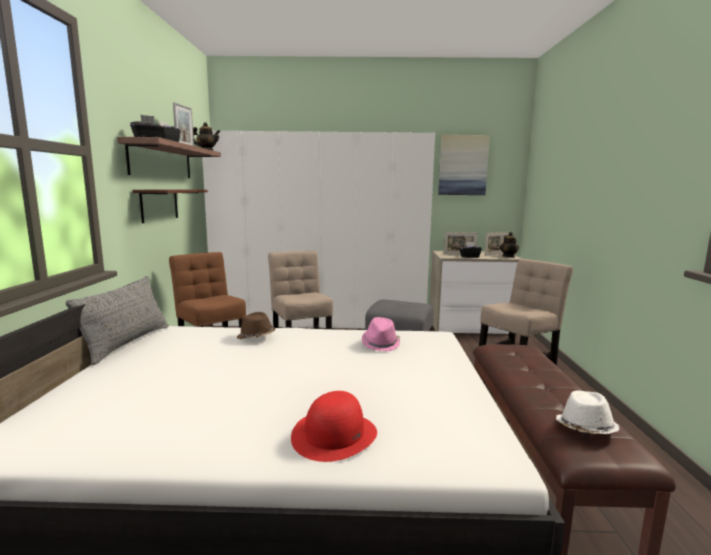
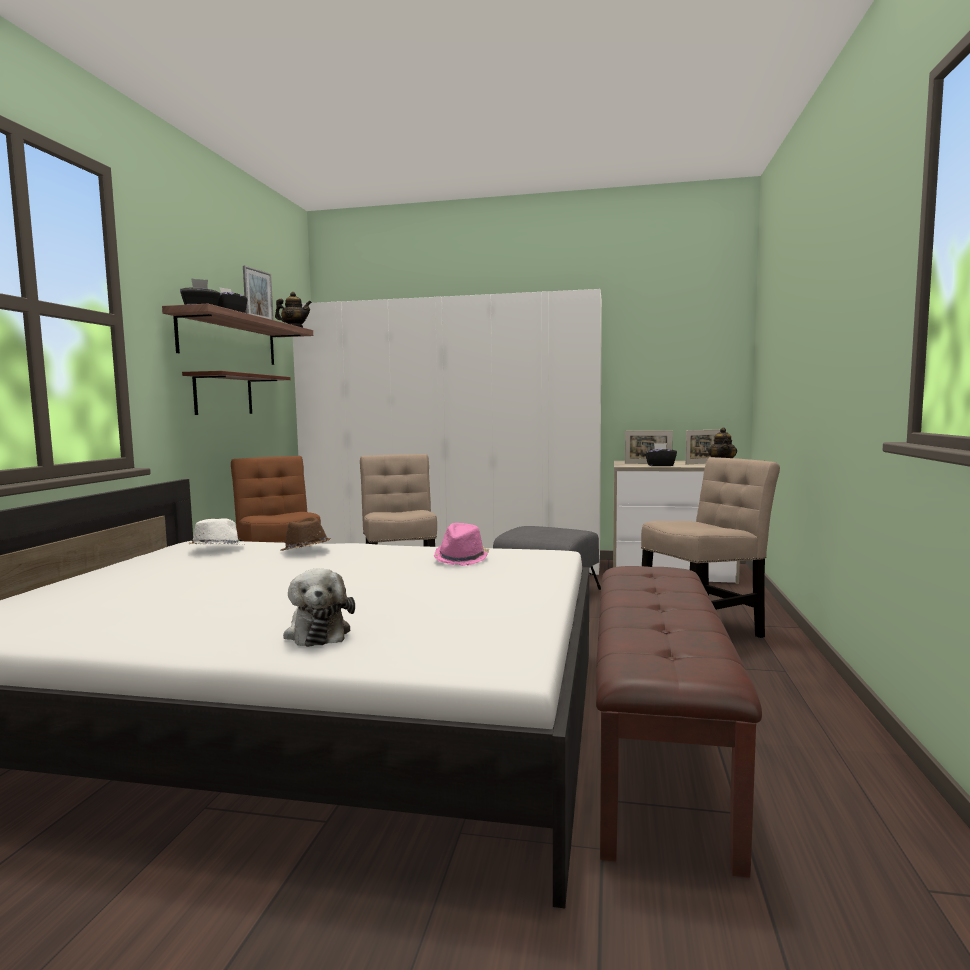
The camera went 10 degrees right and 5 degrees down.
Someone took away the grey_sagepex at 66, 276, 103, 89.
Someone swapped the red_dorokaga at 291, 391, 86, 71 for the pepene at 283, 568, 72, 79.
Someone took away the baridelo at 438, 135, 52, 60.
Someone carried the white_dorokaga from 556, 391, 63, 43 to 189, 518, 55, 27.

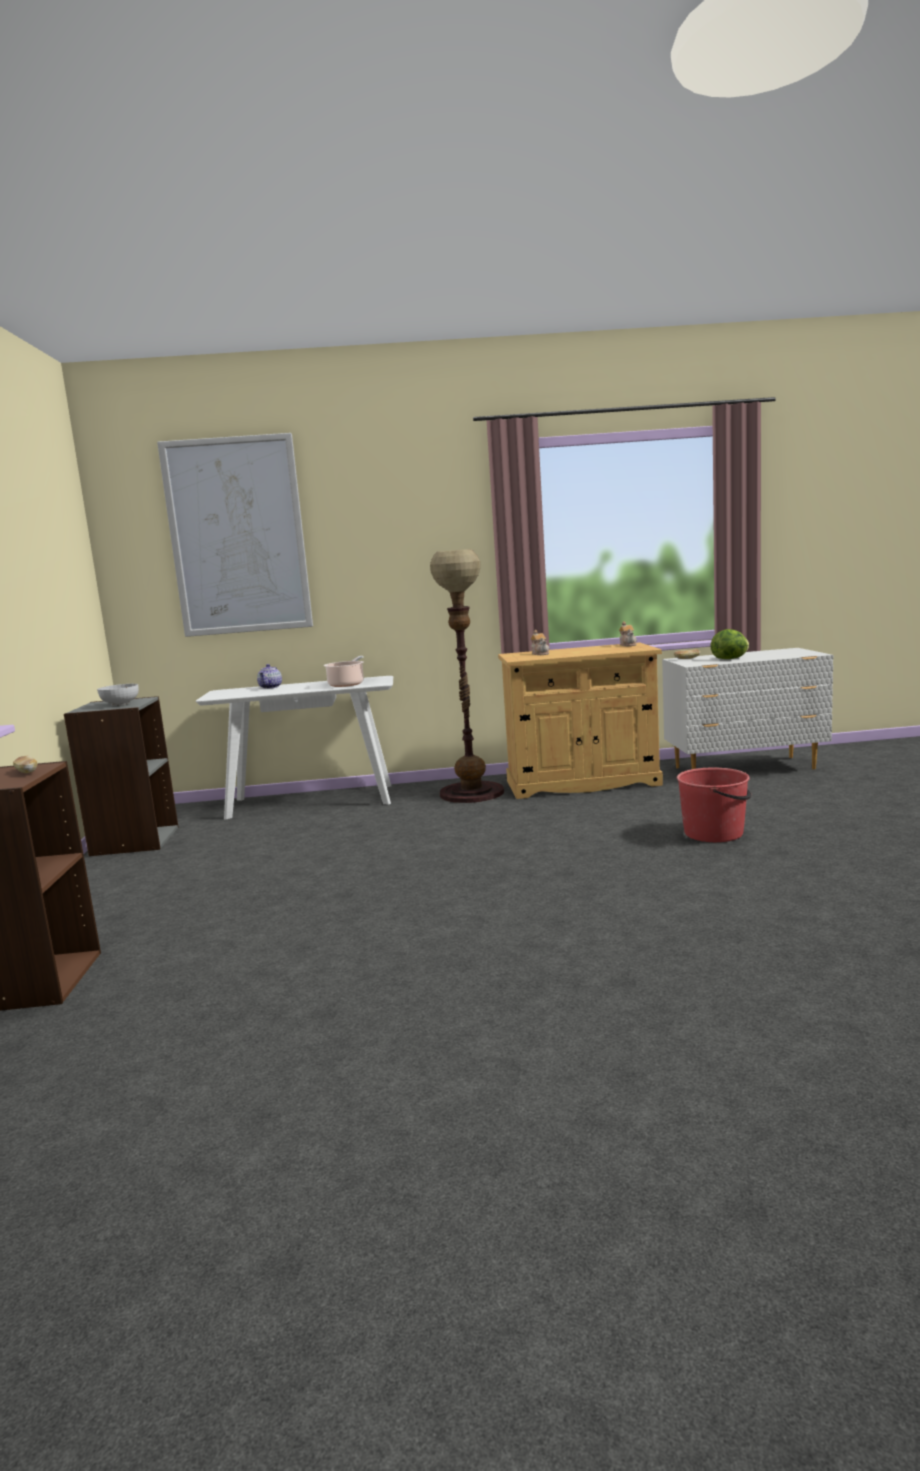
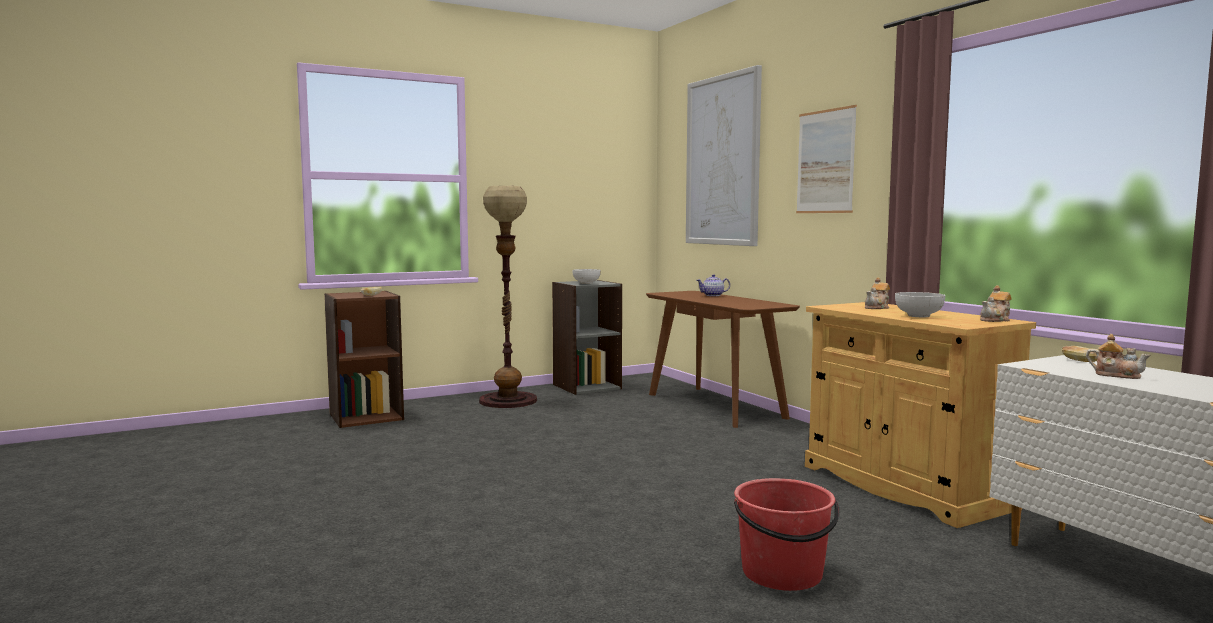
The camera went 65 degrees right and 5 degrees down.
Someone repainted the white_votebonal at 196, 676, 197, 143, which became the brown_votebonal at 646, 291, 154, 137.
Someone took away the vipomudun at 324, 656, 40, 31.
Someone carried the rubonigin from 430, 549, 74, 254 to 479, 186, 58, 222.
Someone swapped the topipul at 710, 629, 39, 30 for the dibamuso at 1086, 334, 64, 45.
Someone put up the baridelo at 796, 105, 61, 108.
Someone put down the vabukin at 895, 292, 50, 25.

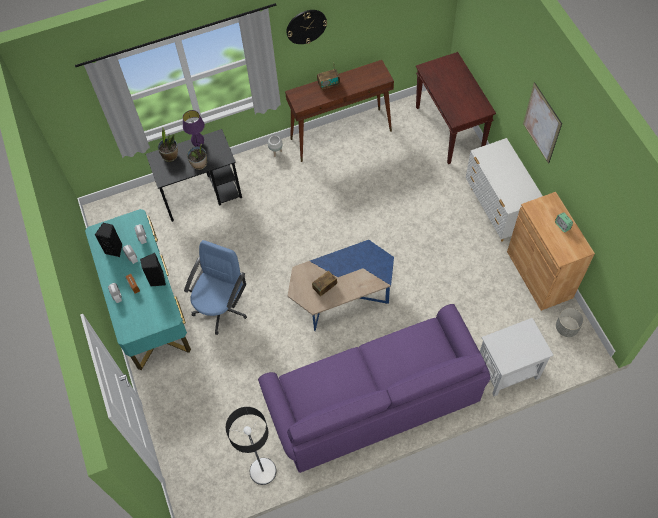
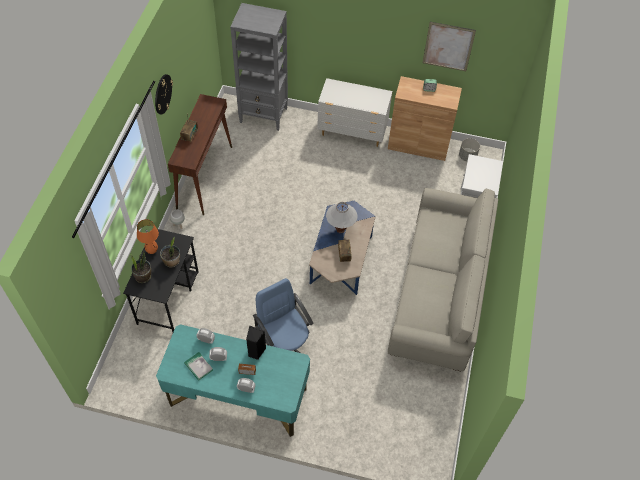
The camera went 60 degrees left and 5 degrees down.
Someone swapped the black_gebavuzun at 95, 223, 28, 34 for the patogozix at 184, 352, 29, 29.
Someone repainted the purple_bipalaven at 183, 110, 22, 37, which became the orange_bipalaven at 137, 219, 22, 35.
Someone took away the rubonigin at 226, 407, 51, 78.
Someone repainted the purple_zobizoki at 258, 304, 232, 169, which became the beige_zobizoki at 388, 188, 110, 184.
Someone swapped the brown_votebonal at 416, 52, 80, 112 for the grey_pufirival at 230, 3, 58, 128.
Someone carried the baridelo from 523, 82, 39, 82 to 423, 22, 53, 49.
Someone put down the white_bipalaven at 326, 202, 31, 31.

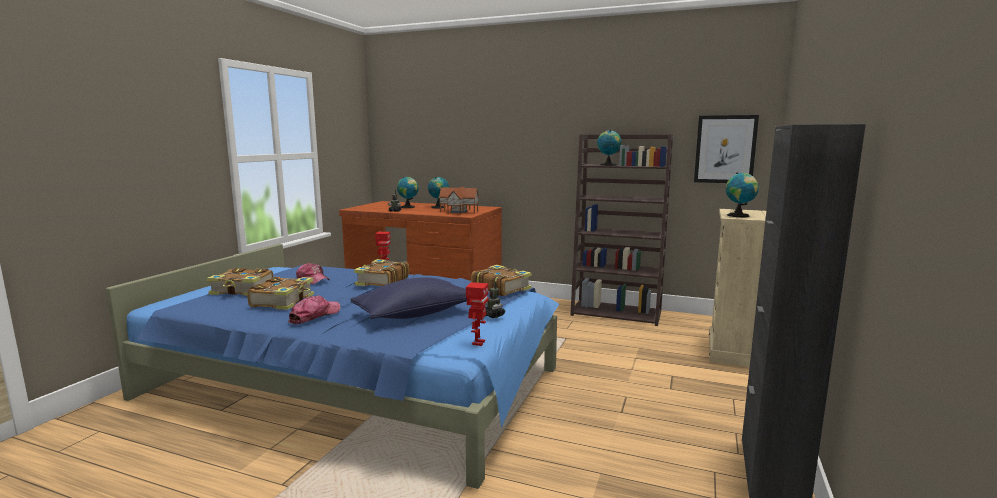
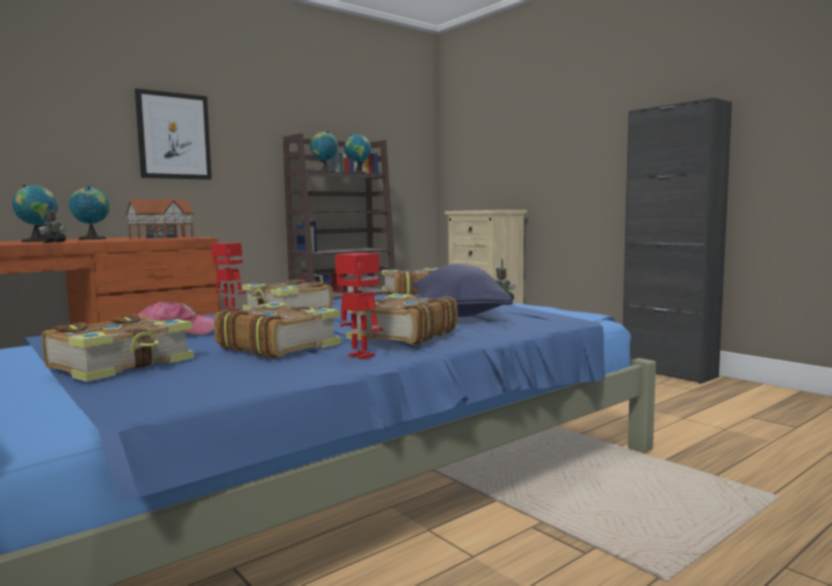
The camera went 60 degrees left and 5 degrees down.
Someone swapped the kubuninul at 288, 296, 53, 28 for the patogozix at 346, 294, 111, 51.
Someone carried the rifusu from 466, 282, 22, 64 to 335, 253, 48, 106.
Someone carried the baridelo from 694, 115, 65, 68 to 135, 88, 77, 92.
Someone carried the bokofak from 726, 172, 33, 45 to 344, 134, 27, 39.

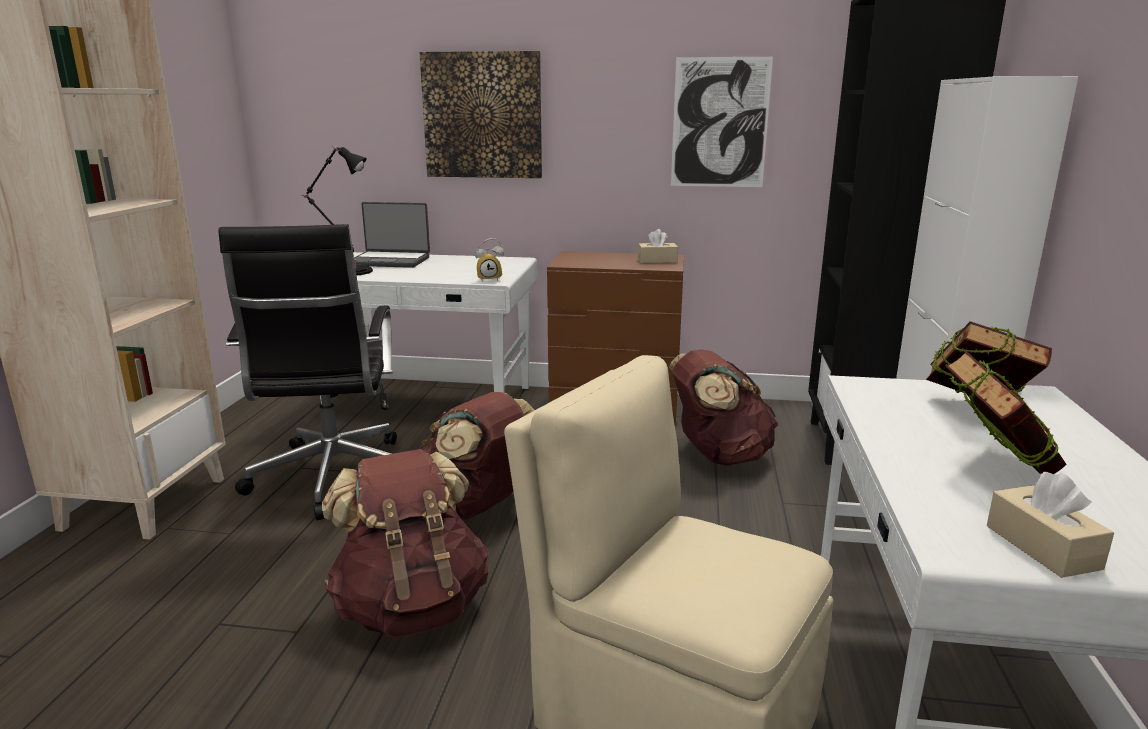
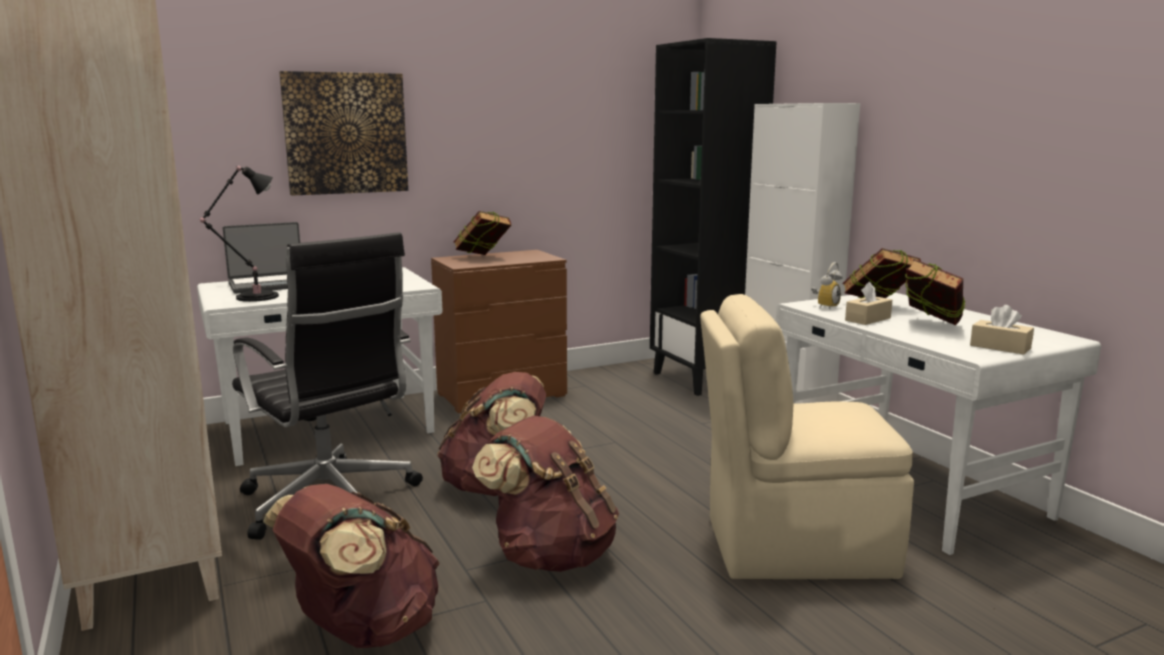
The camera went 35 degrees left and 5 degrees down.
Someone carried the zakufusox from 475, 238, 29, 44 to 811, 262, 32, 47.
Someone carried the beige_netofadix from 638, 229, 40, 34 to 845, 282, 47, 43.
Someone carried the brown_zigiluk from 669, 349, 109, 117 to 263, 484, 177, 164.
Someone took away the baridelo at 671, 57, 102, 130.
Someone put down the patogozix at 454, 211, 57, 44.

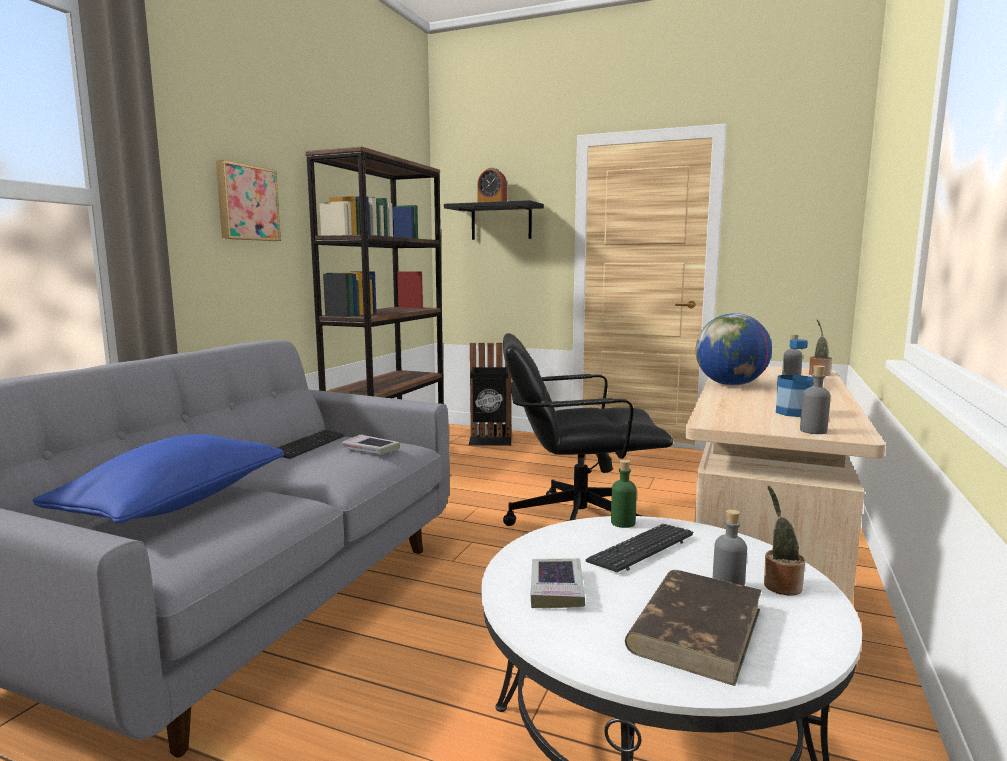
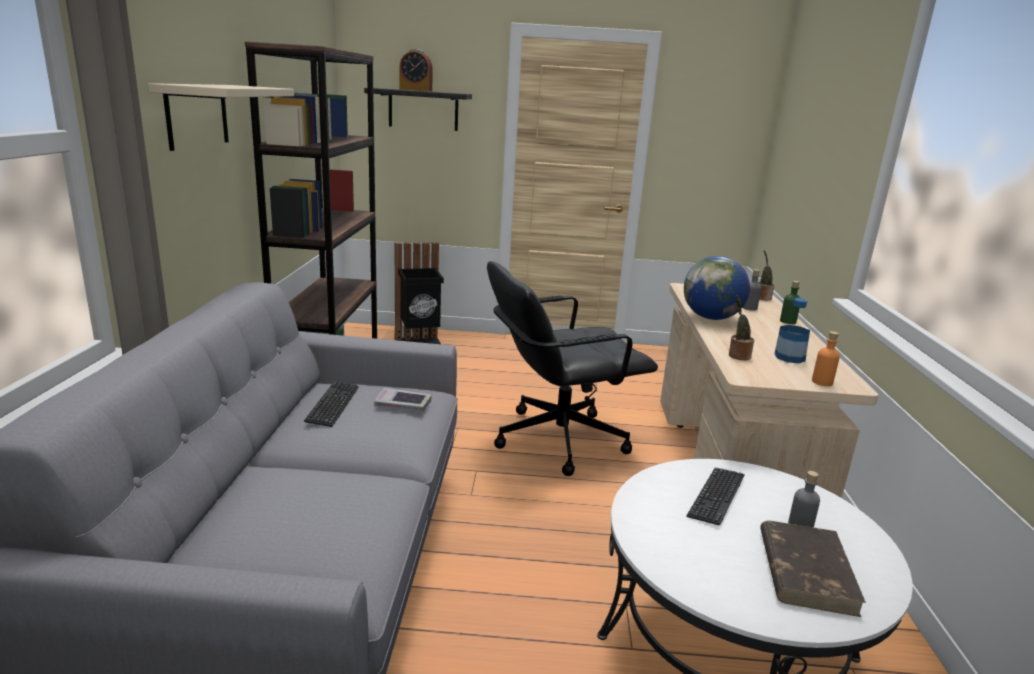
The camera went 20 degrees left and 10 degrees up.
Someone took away the blue_sagepex at 32, 434, 252, 90.
Someone swapped the baridelo at 216, 160, 65, 81 for the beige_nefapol at 148, 83, 146, 68.
Someone took away the patogozix at 530, 558, 55, 50.
Someone carried the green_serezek from 611, 460, 26, 68 to 780, 281, 20, 43.
Someone carried the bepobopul from 764, 485, 41, 111 to 729, 296, 25, 64.
Someone repainted the grey_serezek at 800, 365, 31, 69, which became the orange_serezek at 812, 331, 28, 55.

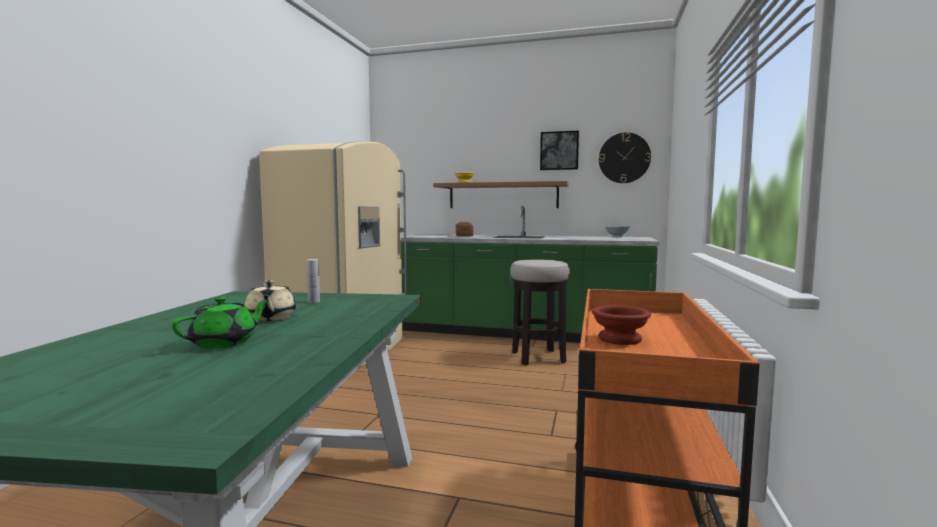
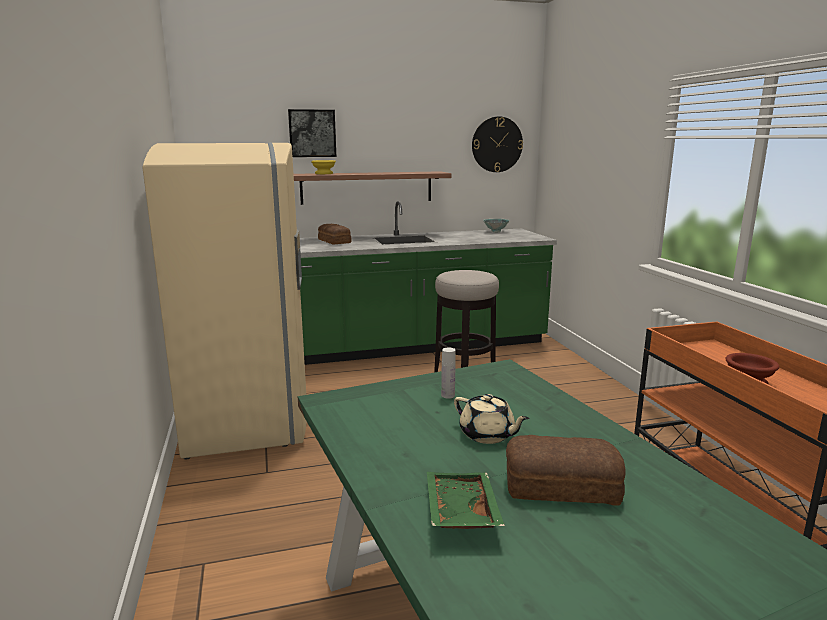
The camera went 30 degrees left and 10 degrees up.
Someone swapped the green_dibamuso at 172, 297, 97, 52 for the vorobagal at 506, 435, 120, 71.
Someone carried the baridelo from 540, 131, 39, 39 to 288, 109, 48, 48.
Someone put down the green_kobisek at 427, 472, 78, 57.

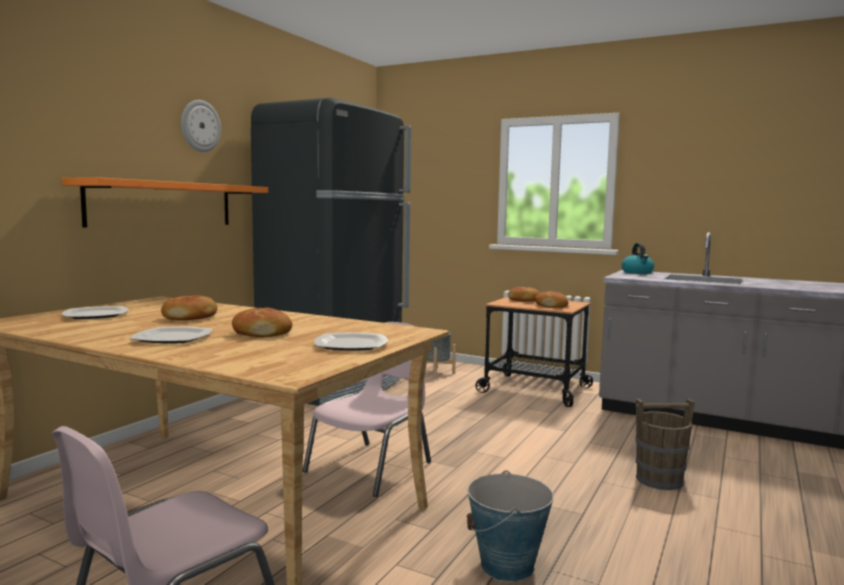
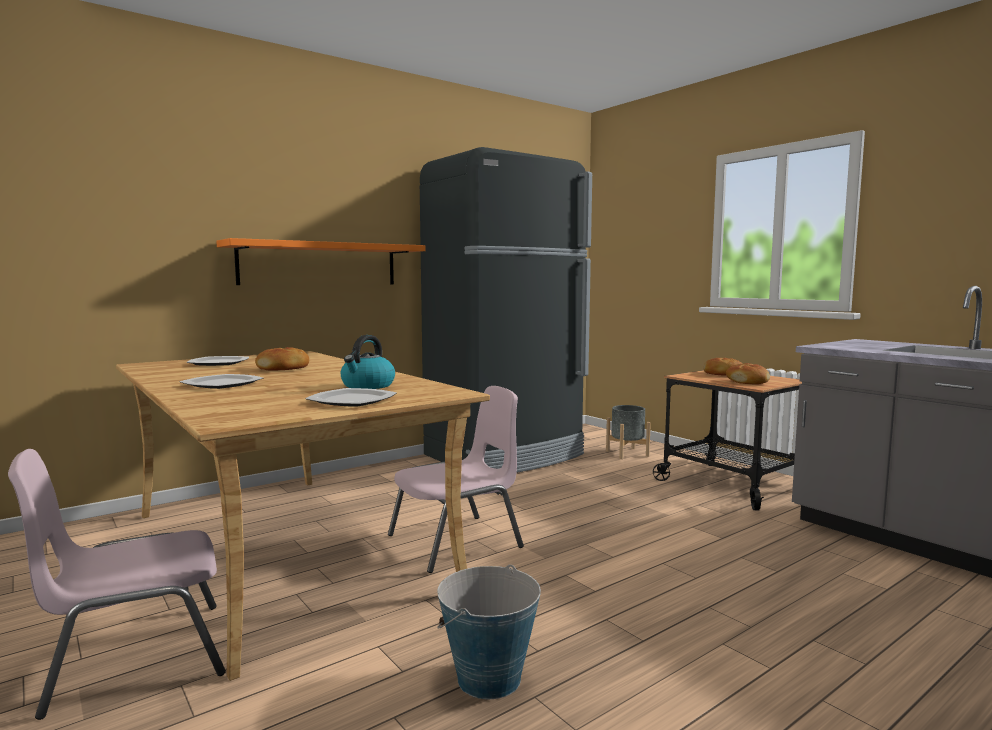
The camera went 25 degrees right and 0 degrees up.
Someone took away the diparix at 181, 100, 40, 52.
Someone took away the vorobagal at 232, 307, 60, 30.
Someone carried the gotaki from 621, 243, 33, 31 to 341, 335, 54, 54.
Someone took away the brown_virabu at 635, 399, 60, 91.

